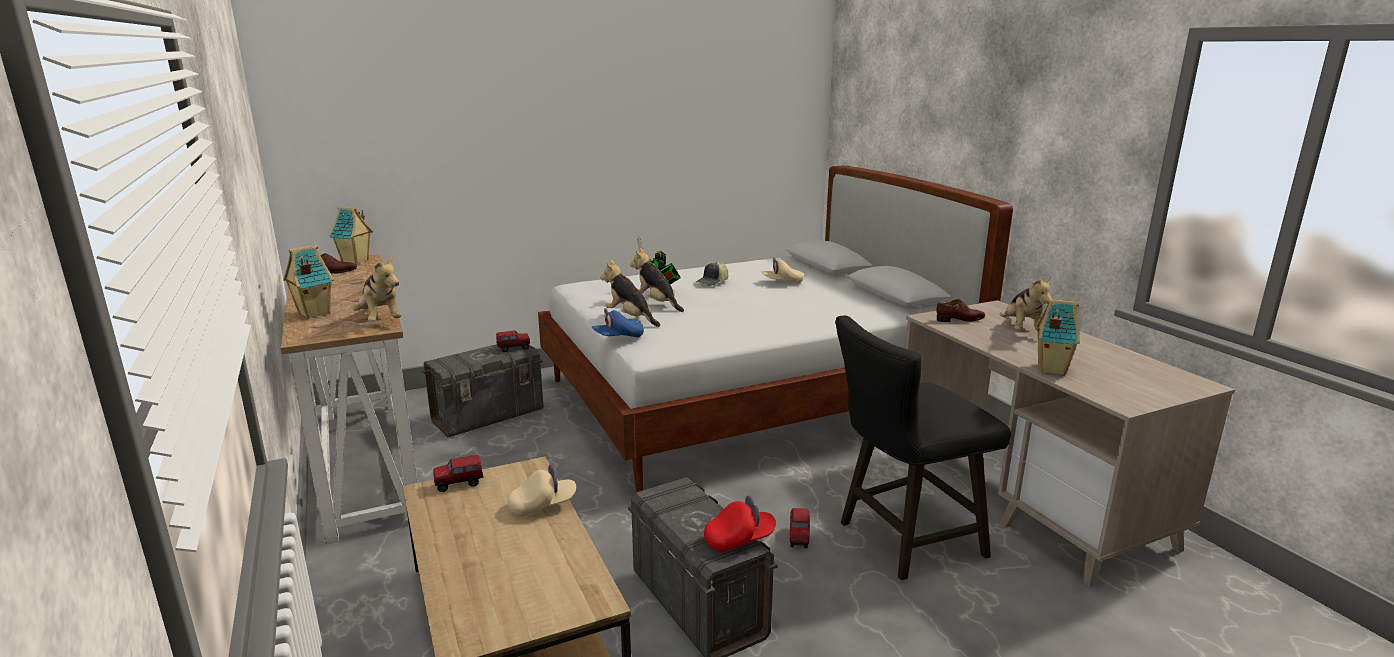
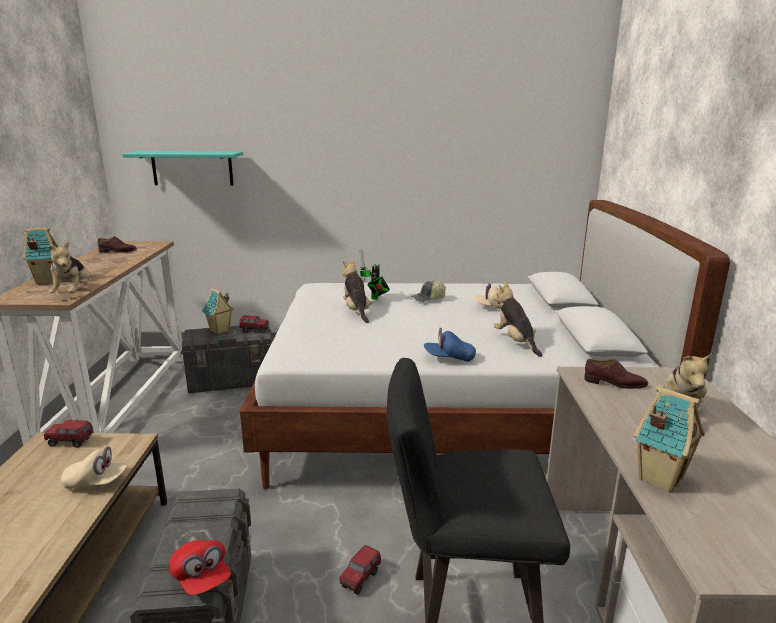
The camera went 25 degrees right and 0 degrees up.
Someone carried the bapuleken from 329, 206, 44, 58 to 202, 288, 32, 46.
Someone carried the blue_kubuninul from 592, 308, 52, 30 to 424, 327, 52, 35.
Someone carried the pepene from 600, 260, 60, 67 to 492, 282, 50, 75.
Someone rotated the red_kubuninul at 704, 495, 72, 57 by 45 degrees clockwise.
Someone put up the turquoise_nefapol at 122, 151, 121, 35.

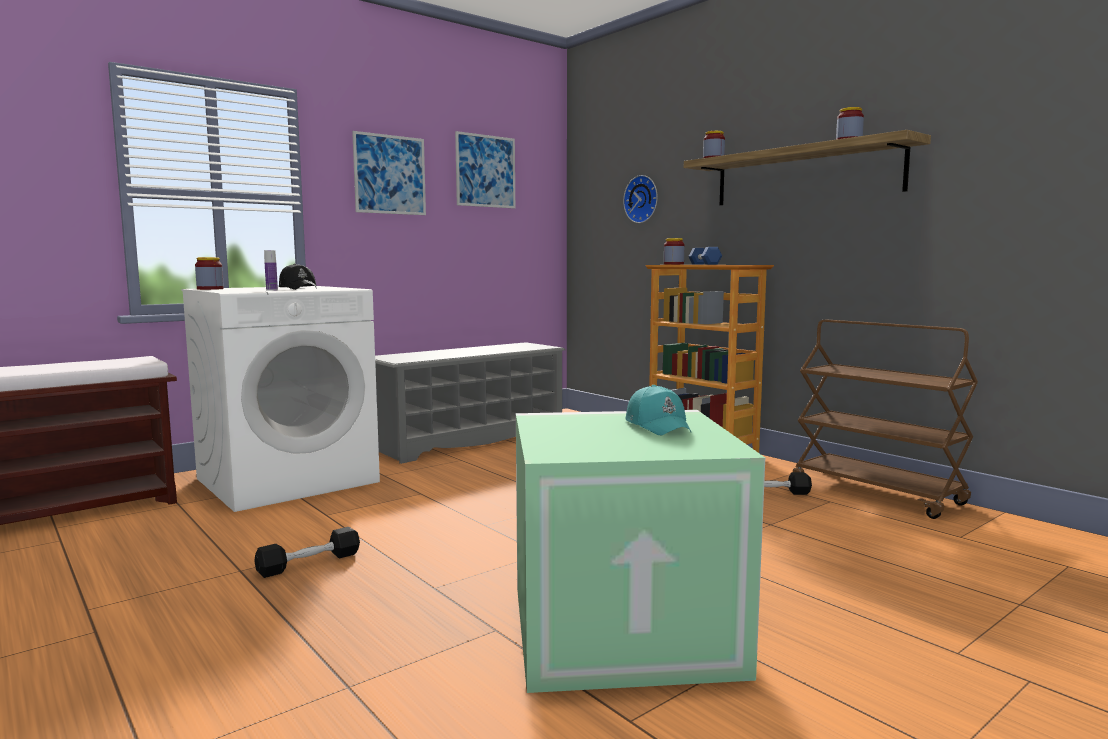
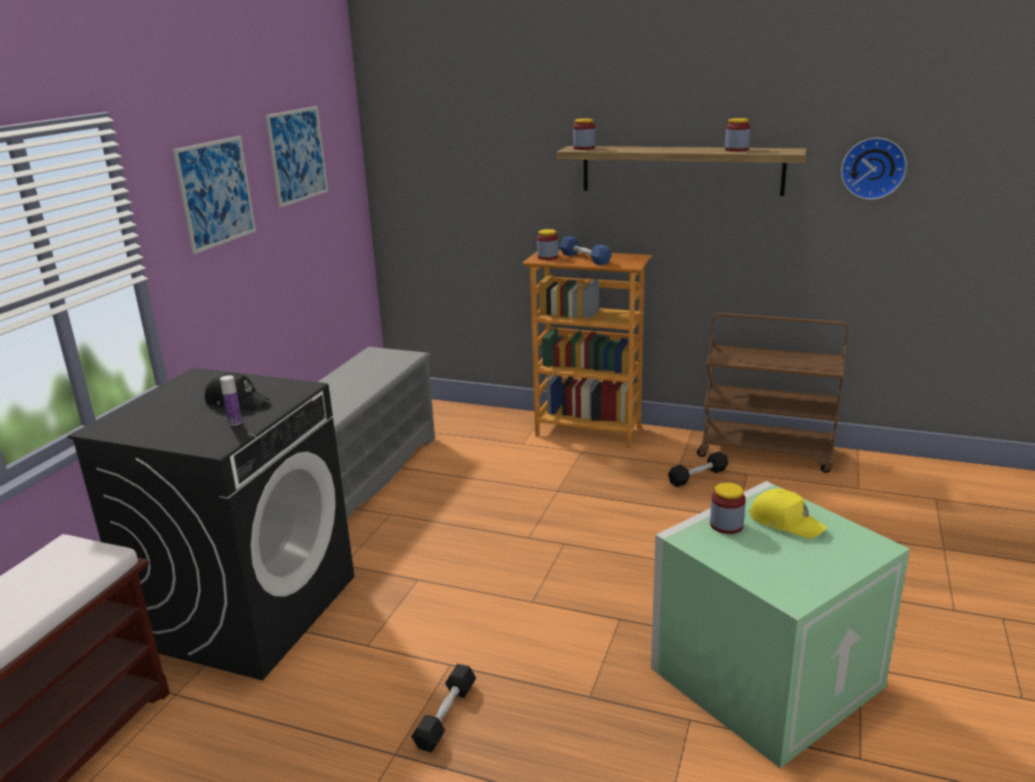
The camera went 30 degrees left and 15 degrees up.
Someone repainted the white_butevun at 181, 286, 199, 226, which became the black_butevun at 68, 368, 286, 312.
Someone carried the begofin from 195, 257, 29, 33 to 710, 483, 36, 51.
Someone carried the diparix from 623, 175, 35, 48 to 841, 138, 66, 62.
Someone repainted the turquoise_kubuninul at 626, 385, 65, 50, which became the yellow_kubuninul at 749, 489, 78, 50.

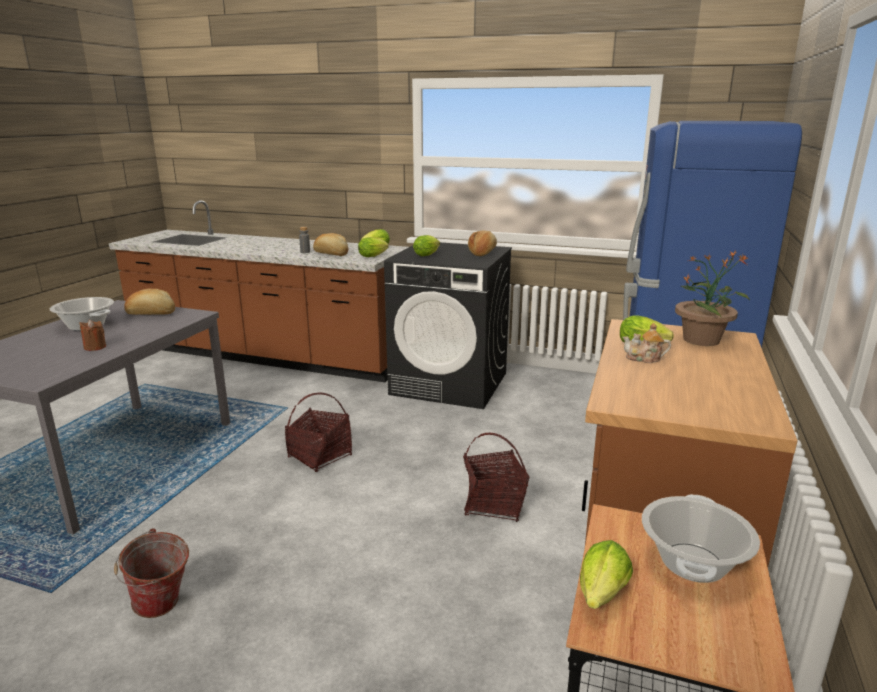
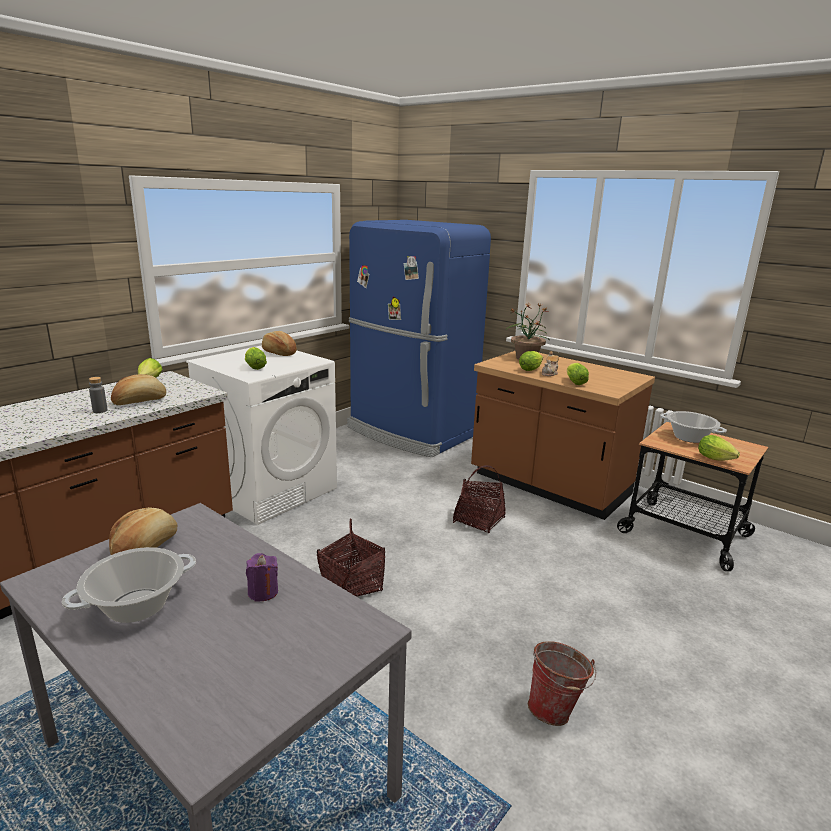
The camera went 70 degrees left and 0 degrees up.
Someone repainted the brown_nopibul at 79, 320, 27, 31, which became the purple_nopibul at 246, 553, 32, 49.
Someone carried the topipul from 358, 237, 31, 20 to 567, 363, 22, 22.
Someone repainted the black_butevun at 384, 243, 128, 166, which became the white_butevun at 186, 345, 151, 180.

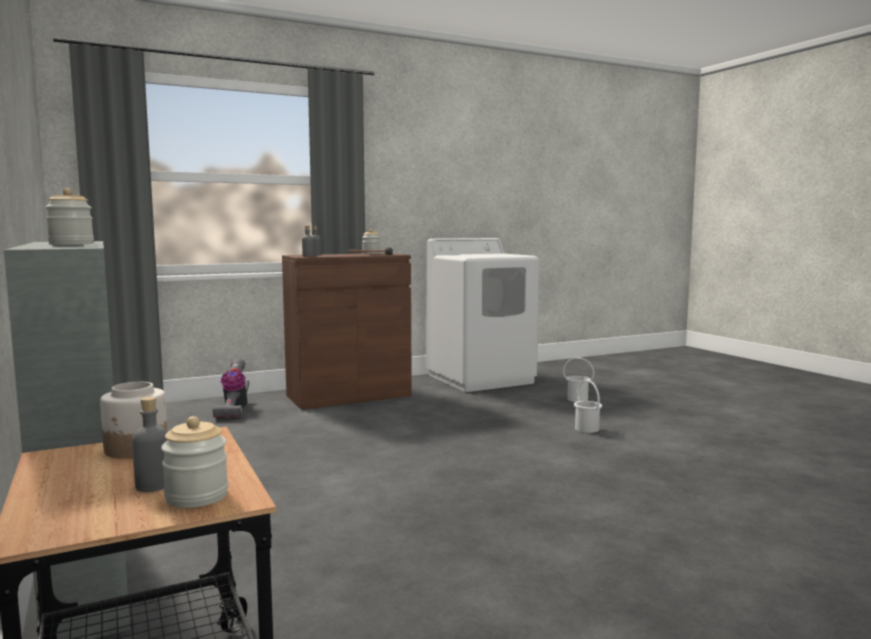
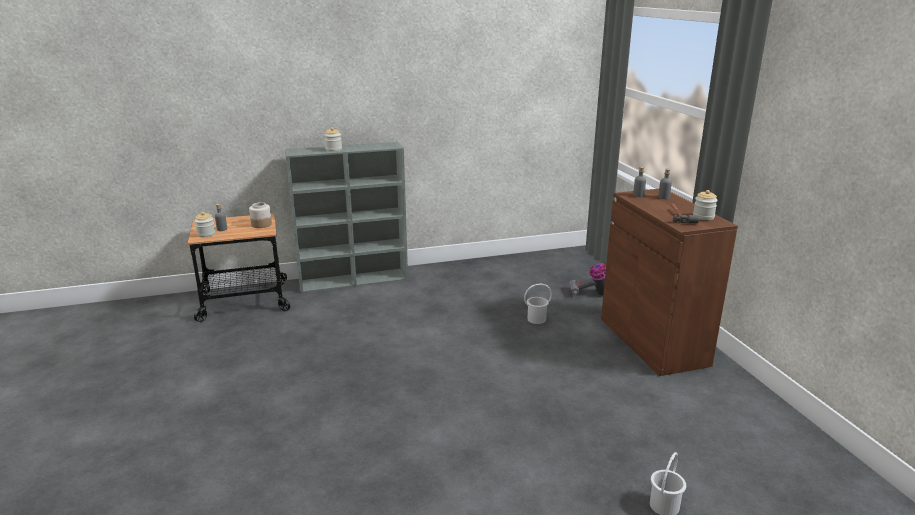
The camera went 100 degrees right and 15 degrees up.
Someone took away the white_butevun at 426, 238, 114, 154.
Someone carried the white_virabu from 574, 380, 28, 53 to 524, 284, 28, 40.

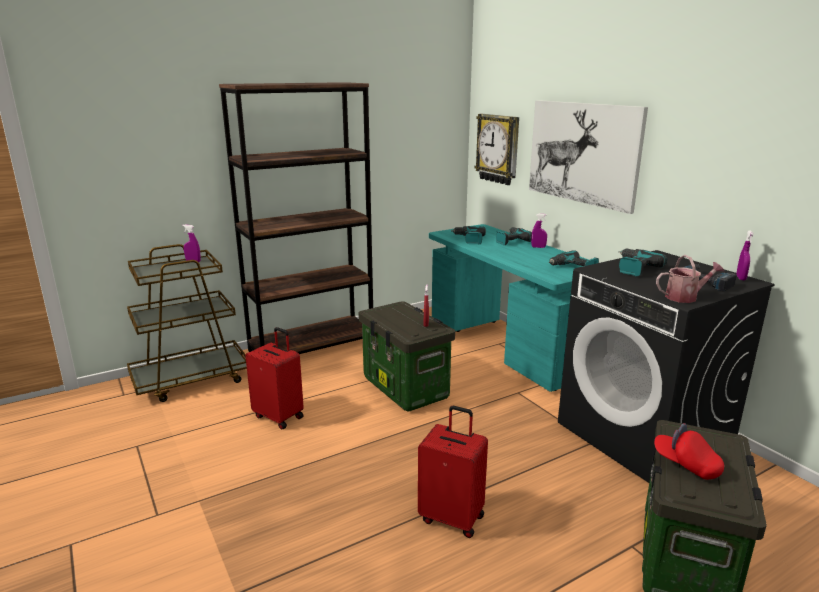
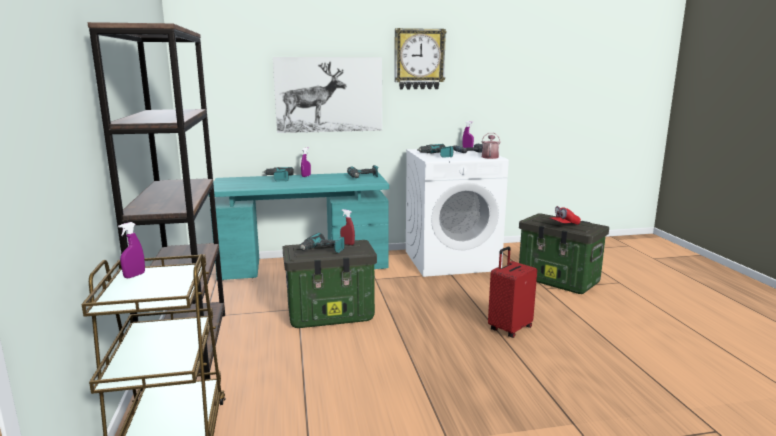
The camera went 70 degrees left and 5 degrees down.
Someone took away the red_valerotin at 245, 327, 59, 102.
Someone carried the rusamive from 451, 226, 35, 18 to 300, 233, 45, 20.
Someone carried the diparix from 475, 114, 44, 71 to 394, 28, 52, 61.
Someone repainted the black_butevun at 558, 250, 217, 233, which became the white_butevun at 406, 149, 103, 128.

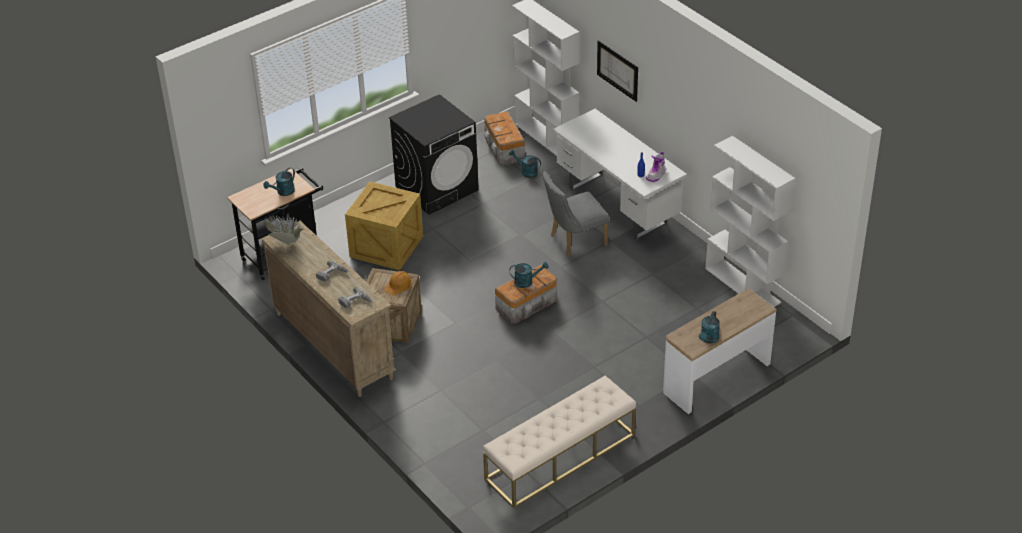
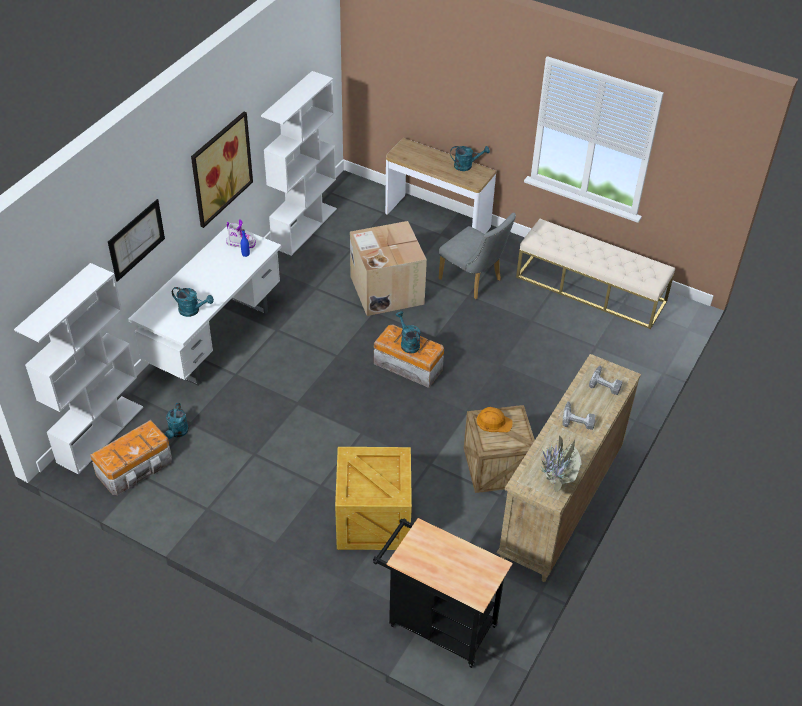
The camera went 115 degrees left and 5 degrees up.
Someone carried the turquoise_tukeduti from 263, 167, 32, 29 to 172, 287, 42, 30.
Someone took away the black_butevun at 389, 94, 90, 121.
Someone carried the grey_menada from 543, 171, 66, 86 to 438, 213, 78, 86.
Someone put up the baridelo at 191, 112, 62, 116.
Someone put down the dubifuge at 350, 221, 77, 95.

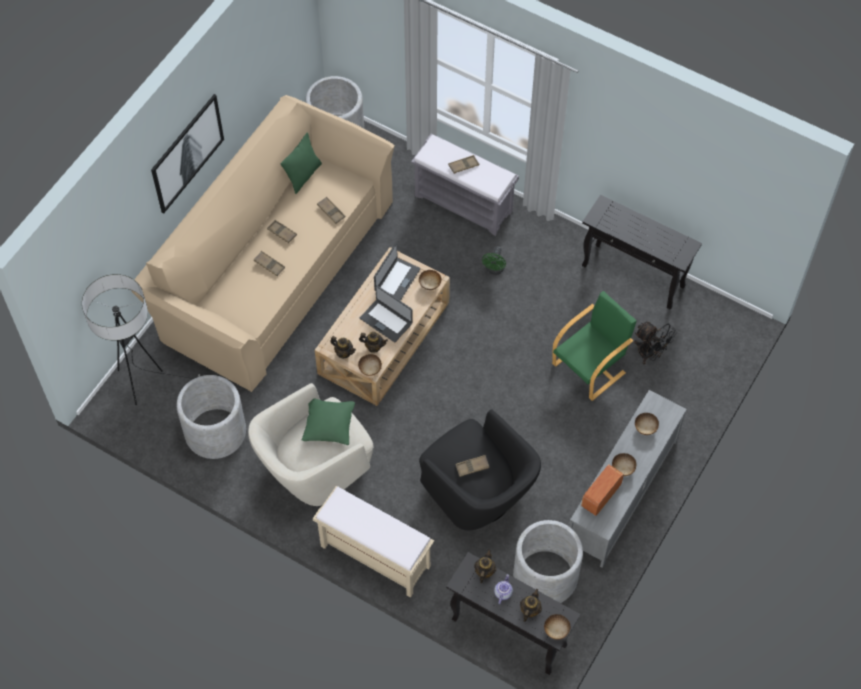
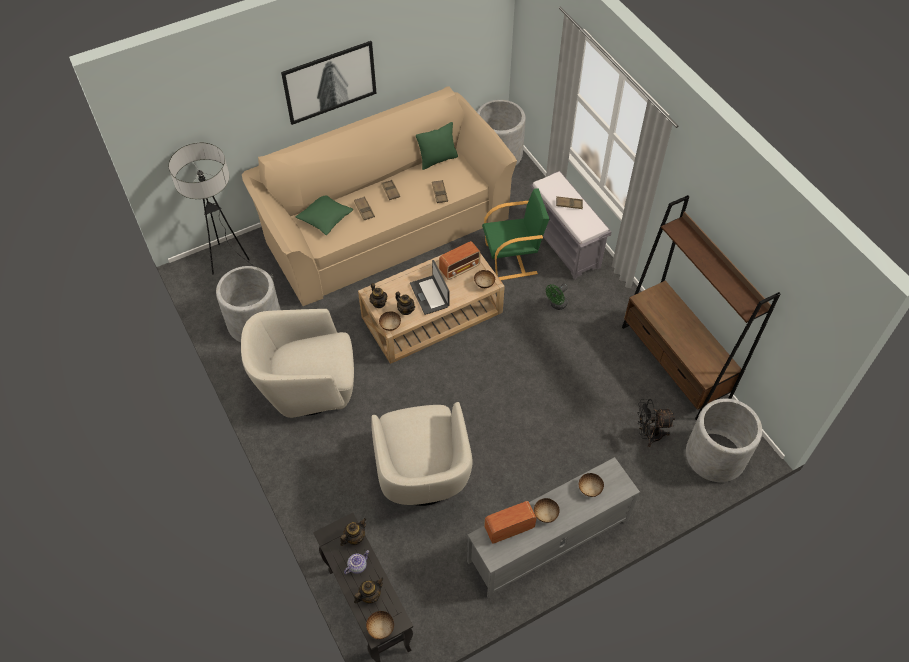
The camera went 30 degrees right and 5 degrees down.
Someone carried the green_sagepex from 302, 398, 53, 47 to 296, 195, 57, 40.
Someone took away the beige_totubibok at 313, 486, 121, 112.
Someone swapped the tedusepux at 374, 243, 46, 58 for the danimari at 439, 241, 41, 39.
Someone repainted the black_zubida at 419, 409, 122, 121, which became the beige_zubida at 371, 402, 102, 104.
Someone took away the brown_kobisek at 455, 455, 35, 22.
Someone carried the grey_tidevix from 513, 520, 70, 83 to 686, 398, 76, 84.
Someone carried the green_zubida from 552, 291, 85, 110 to 482, 188, 67, 92.
Someone swapped the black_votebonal at 582, 195, 120, 115 for the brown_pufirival at 622, 195, 159, 226.
Someone rotated the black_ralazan at 634, 322, 43, 42 by 105 degrees clockwise.

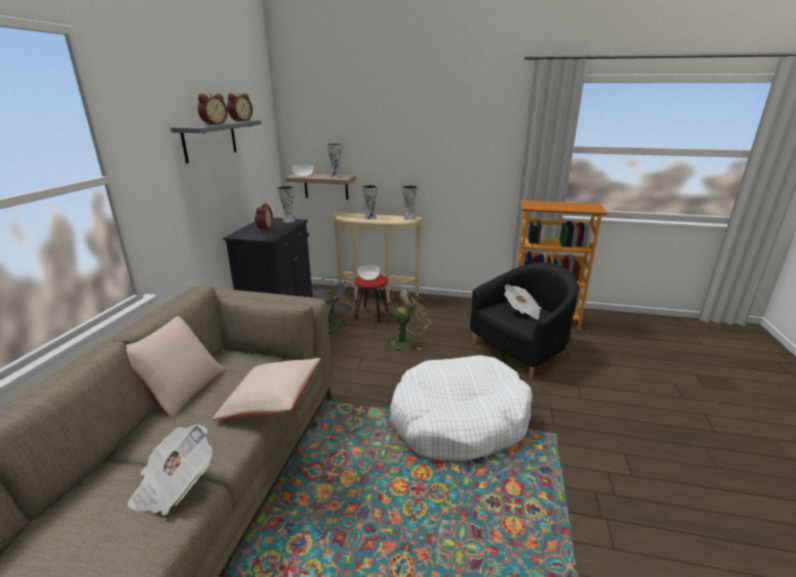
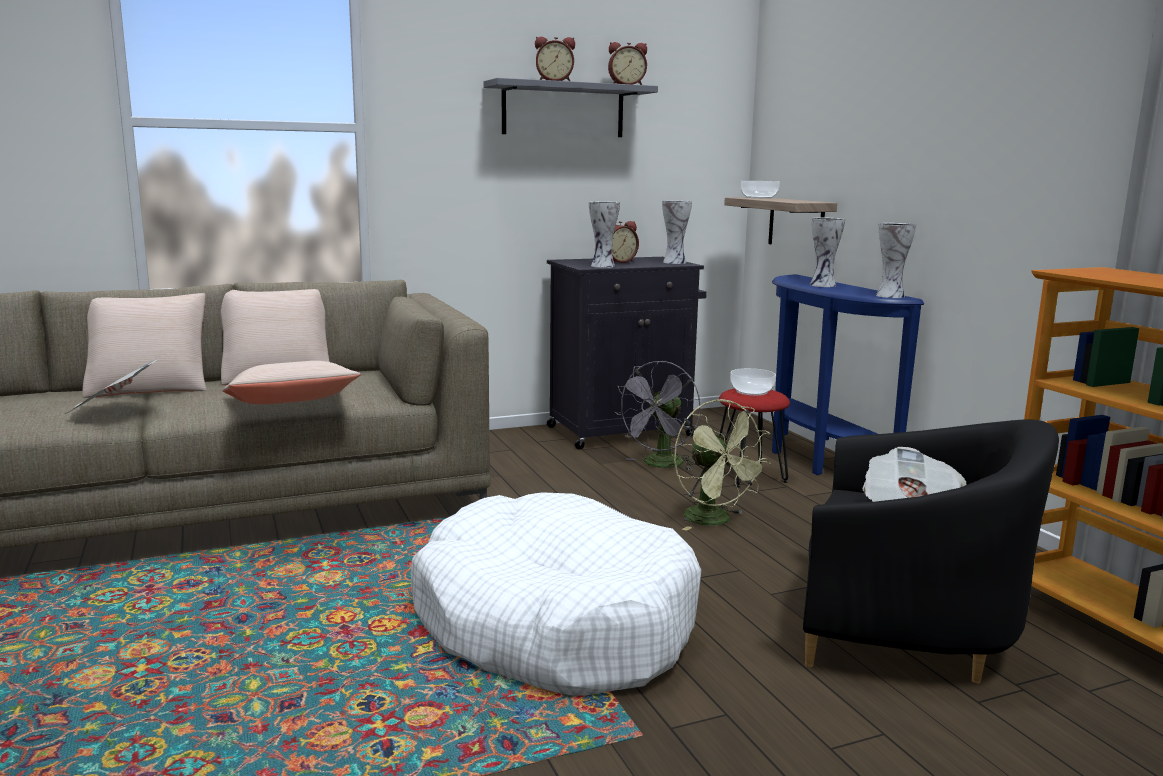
The camera went 55 degrees right and 10 degrees down.
Someone carried the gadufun from 327, 143, 16, 35 to 589, 201, 31, 67.
Someone repainted the beige_votebonal at 333, 212, 90, 91, which became the blue_votebonal at 772, 274, 152, 201.
Someone rotated the green_ralazan at 384, 287, 47, 63 by 45 degrees clockwise.
Someone put down the beige_sagepex at 82, 293, 125, 105.

